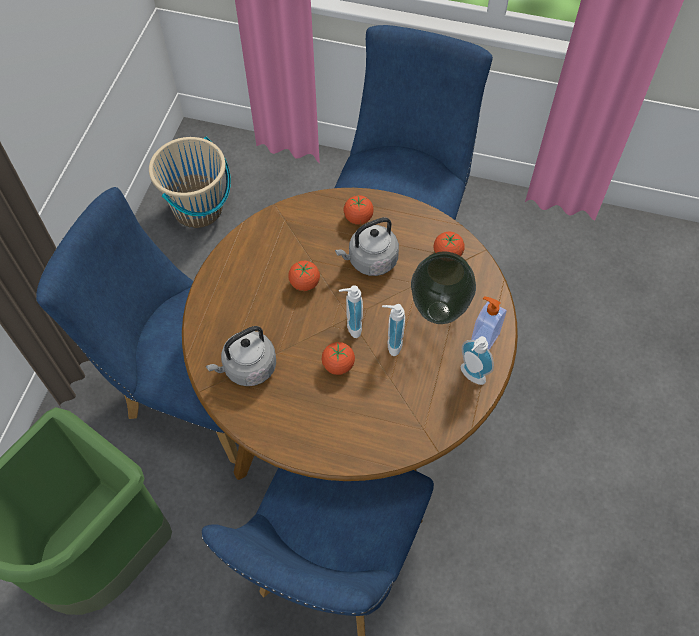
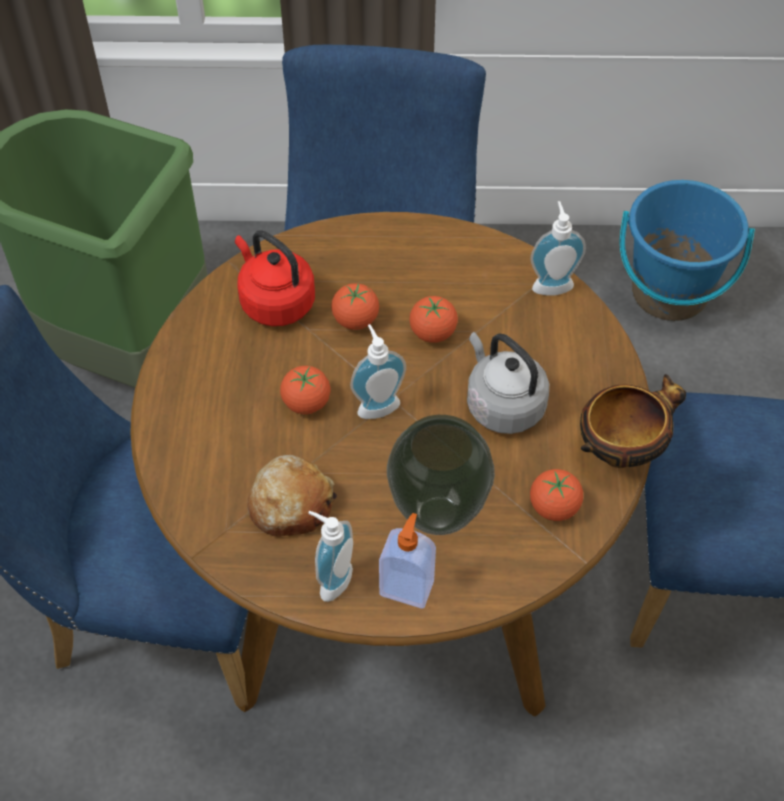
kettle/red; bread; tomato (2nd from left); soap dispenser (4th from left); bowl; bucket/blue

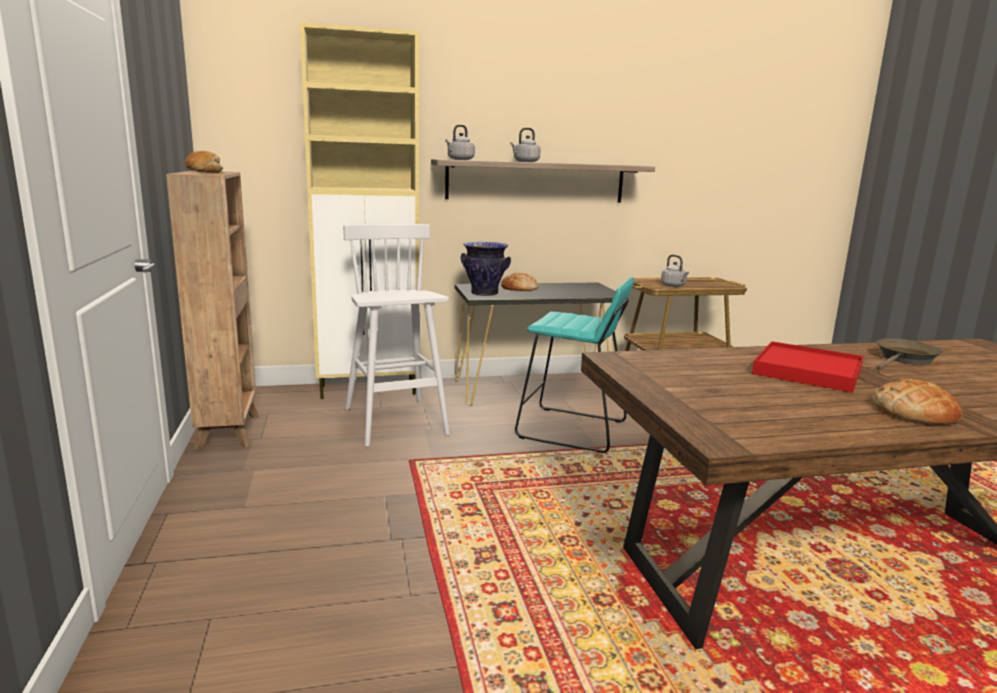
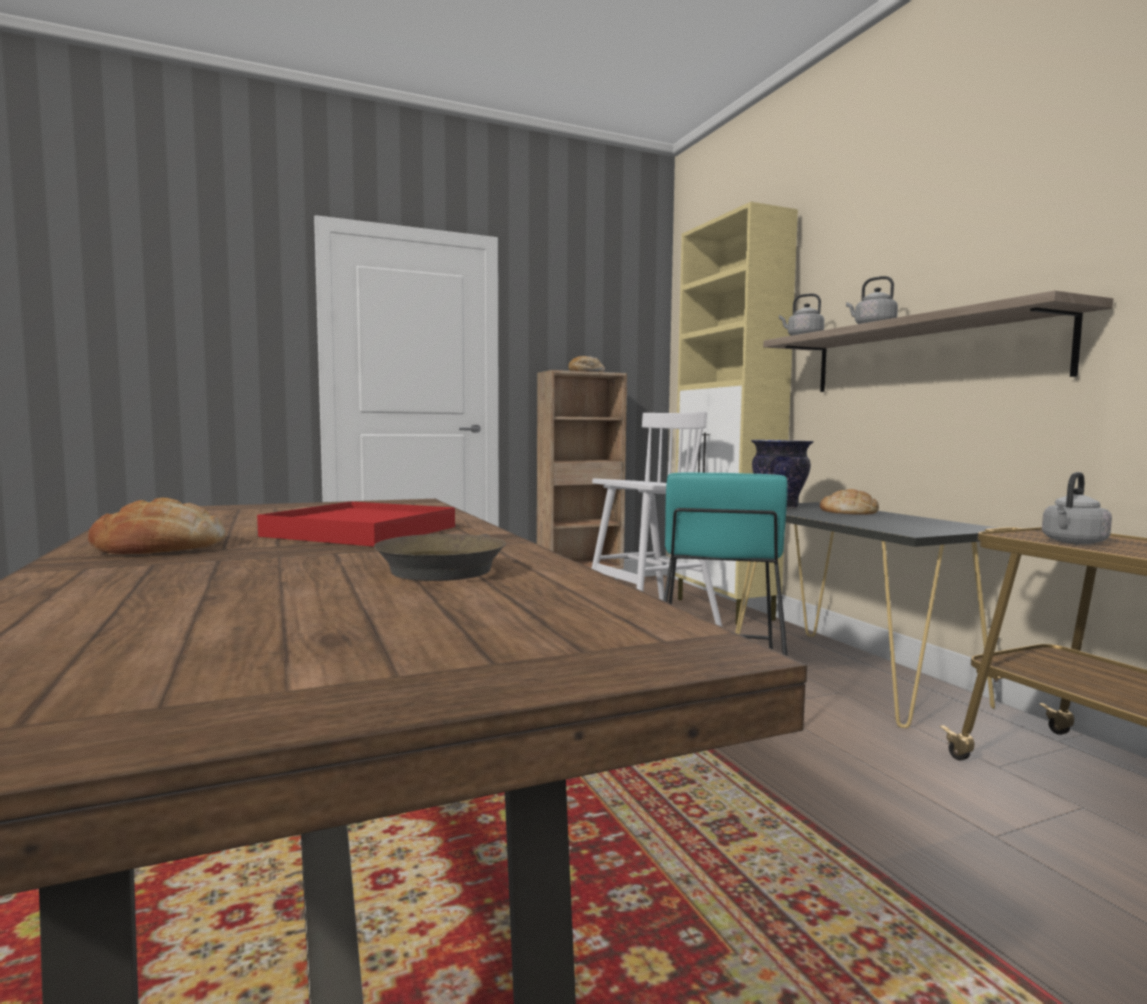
frying pan/brown

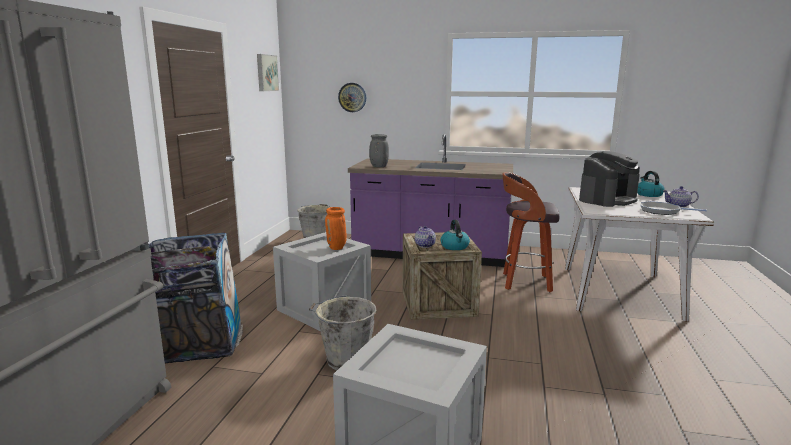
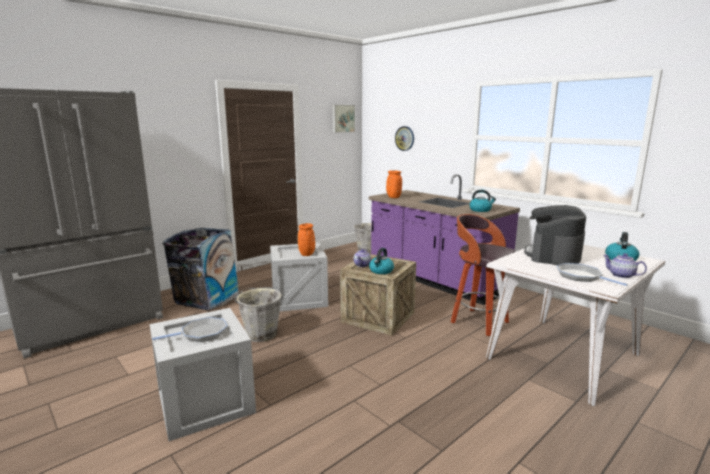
frying pan (1st from left); vase/orange (2nd from left); kettle (2nd from left); coffee machine

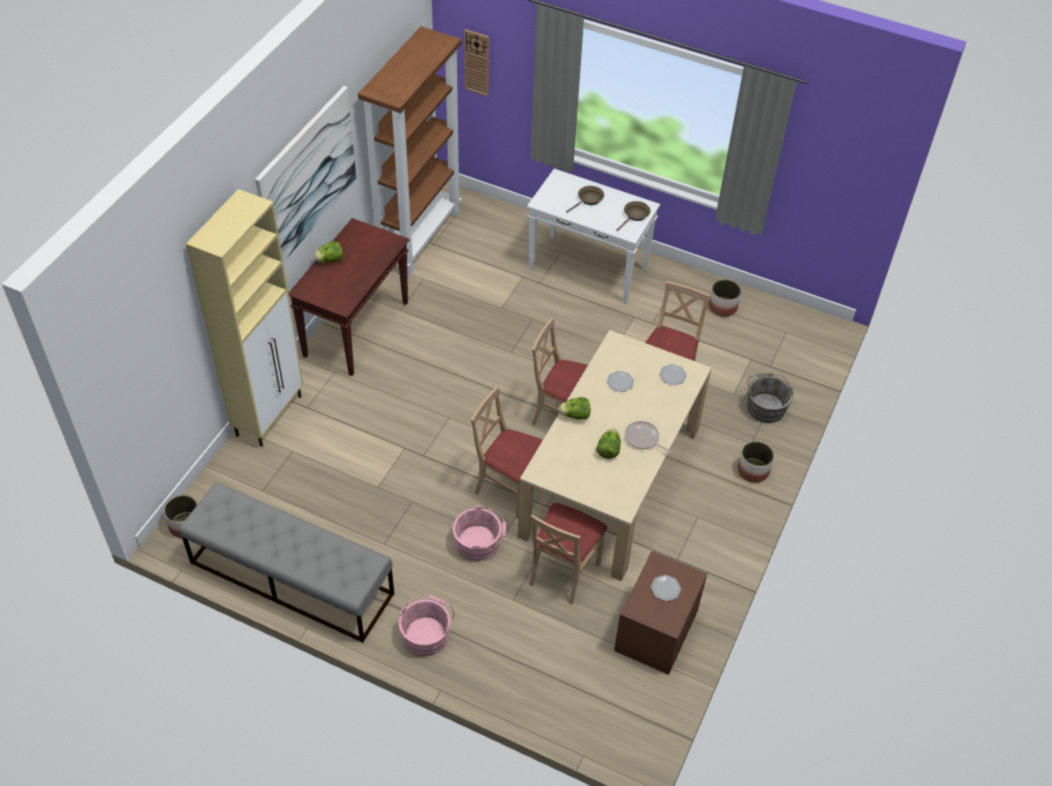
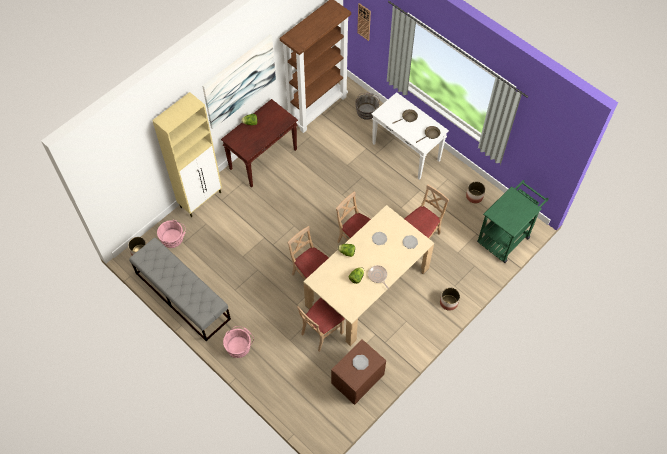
bucket/pink (1st from left); bucket/grey; cart/green

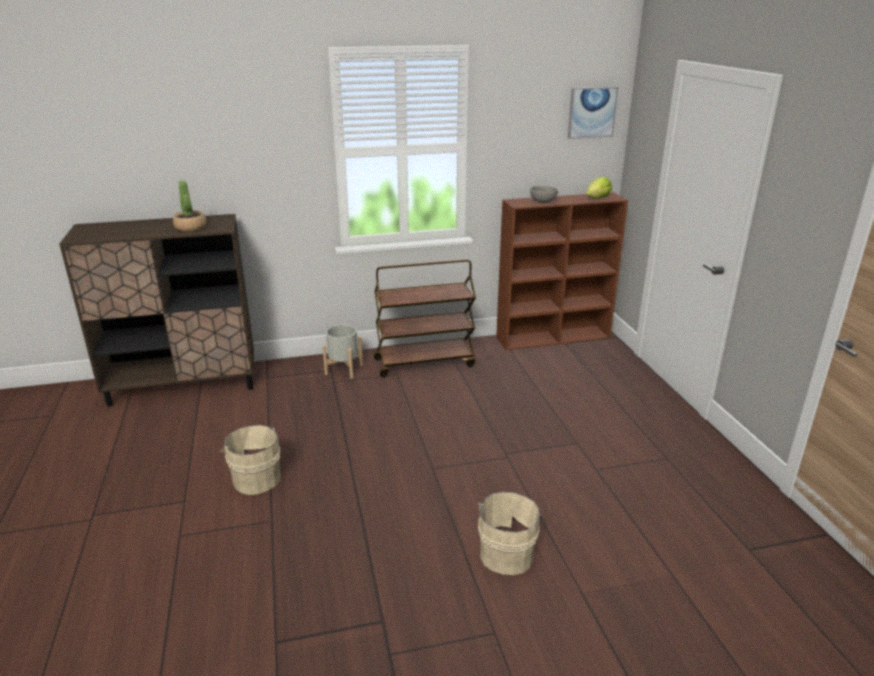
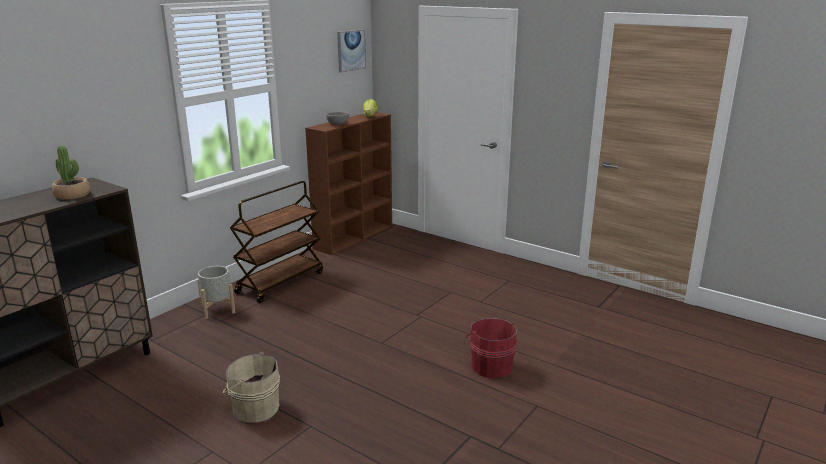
bucket/red

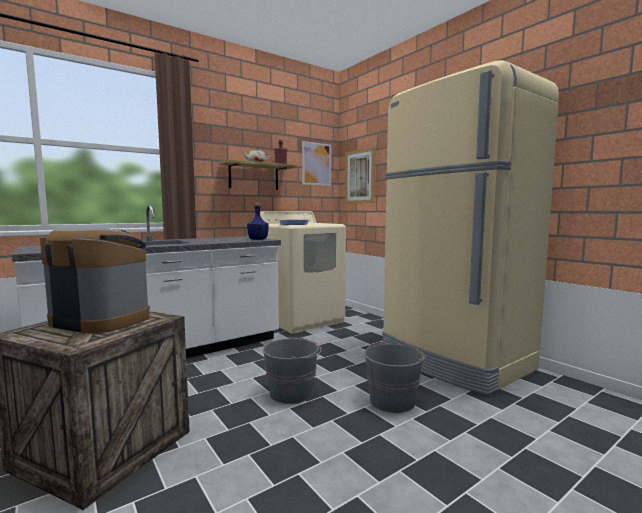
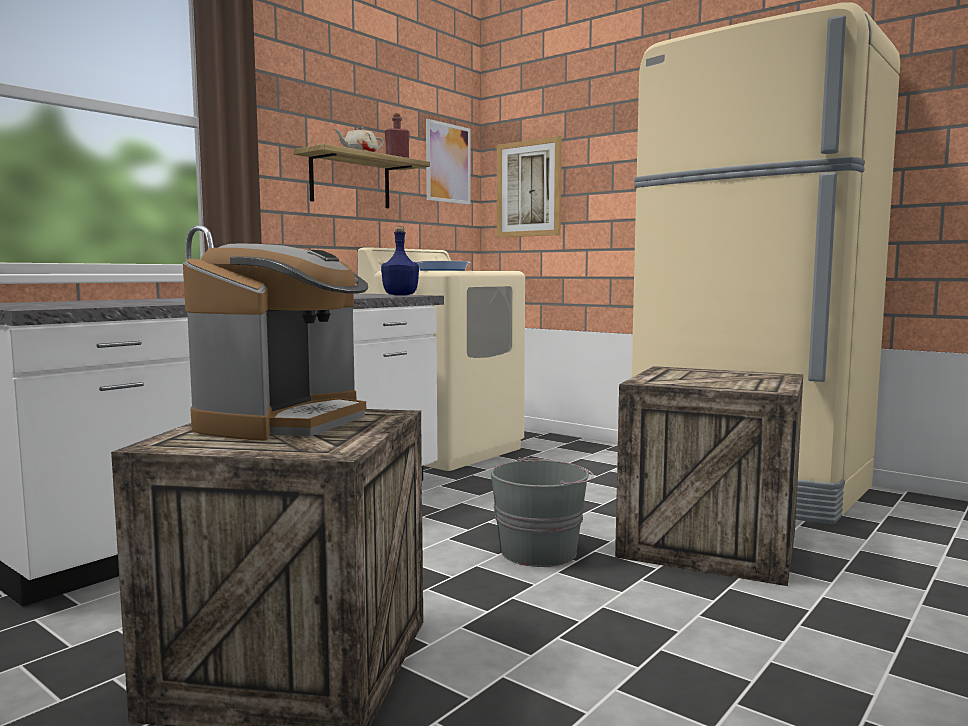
coffee machine; crate (2nd from left)

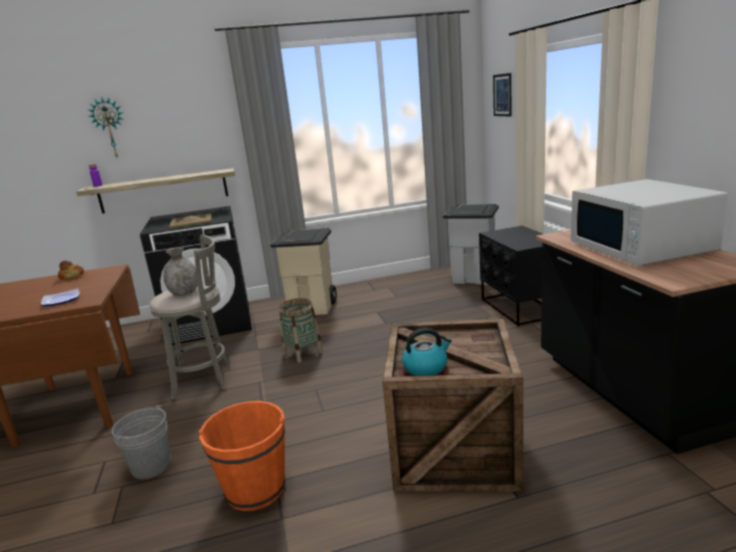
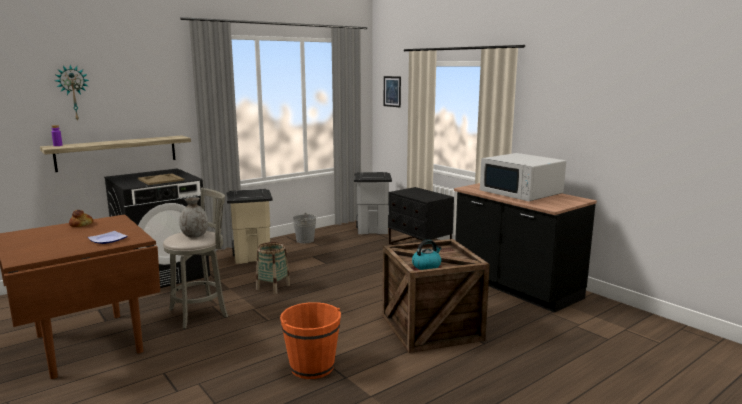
bucket/grey

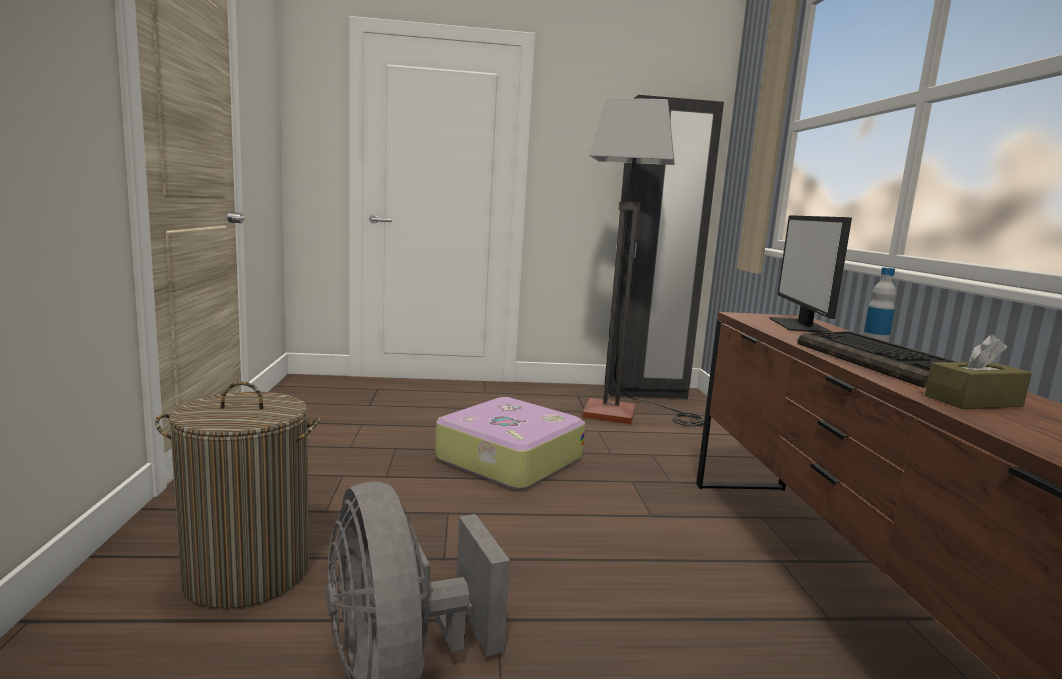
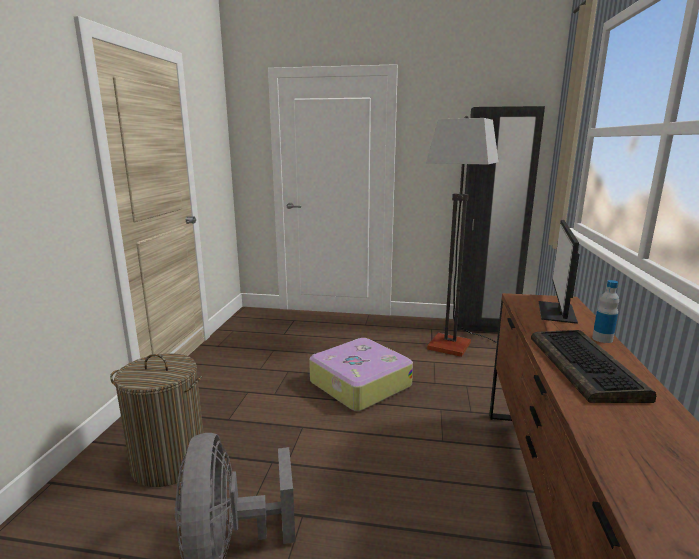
tissue box/brown

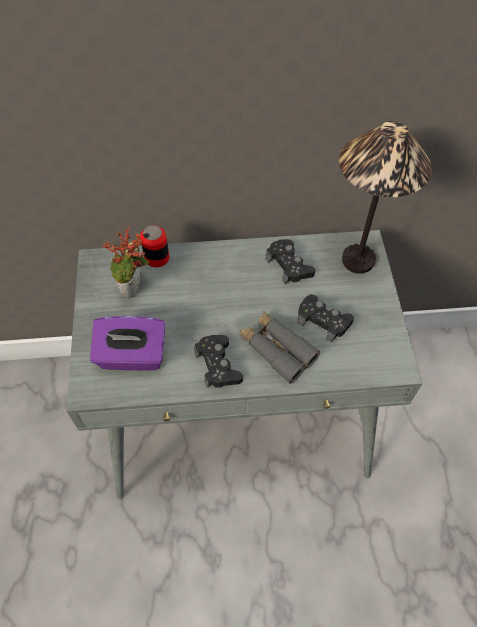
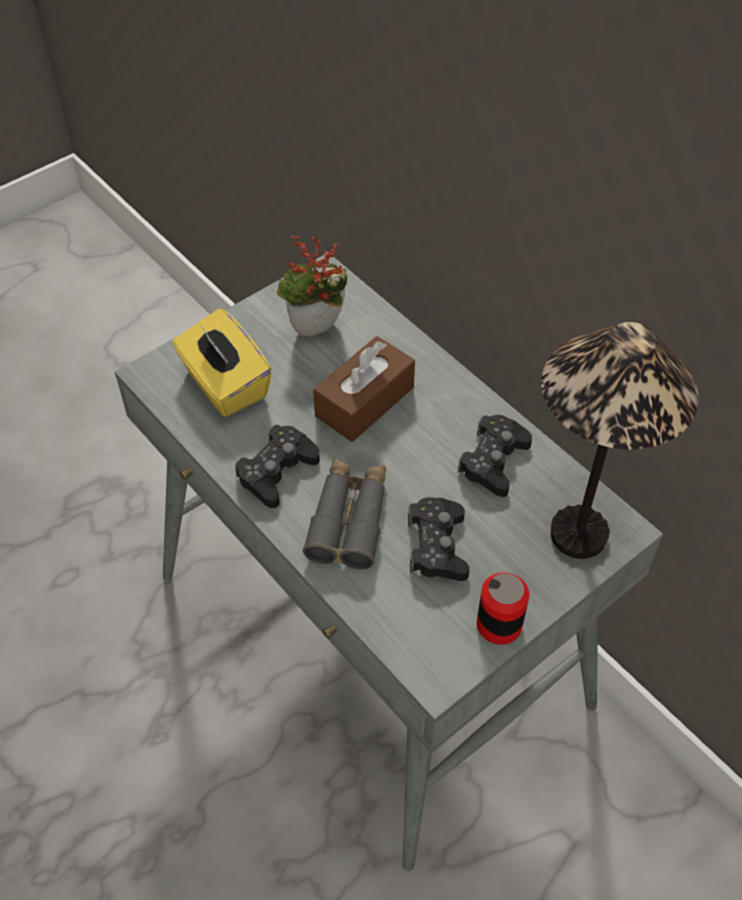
tissue box/yellow; tissue box/brown; can

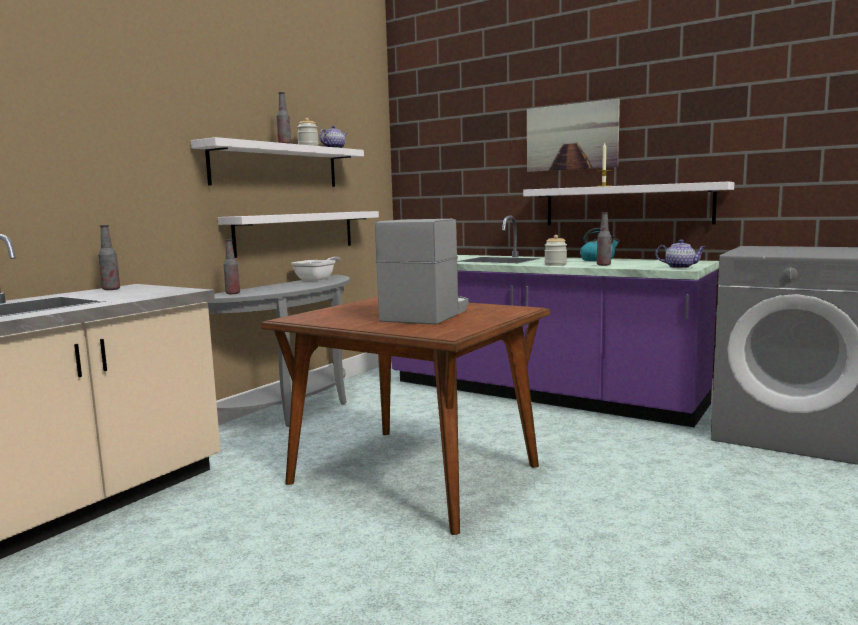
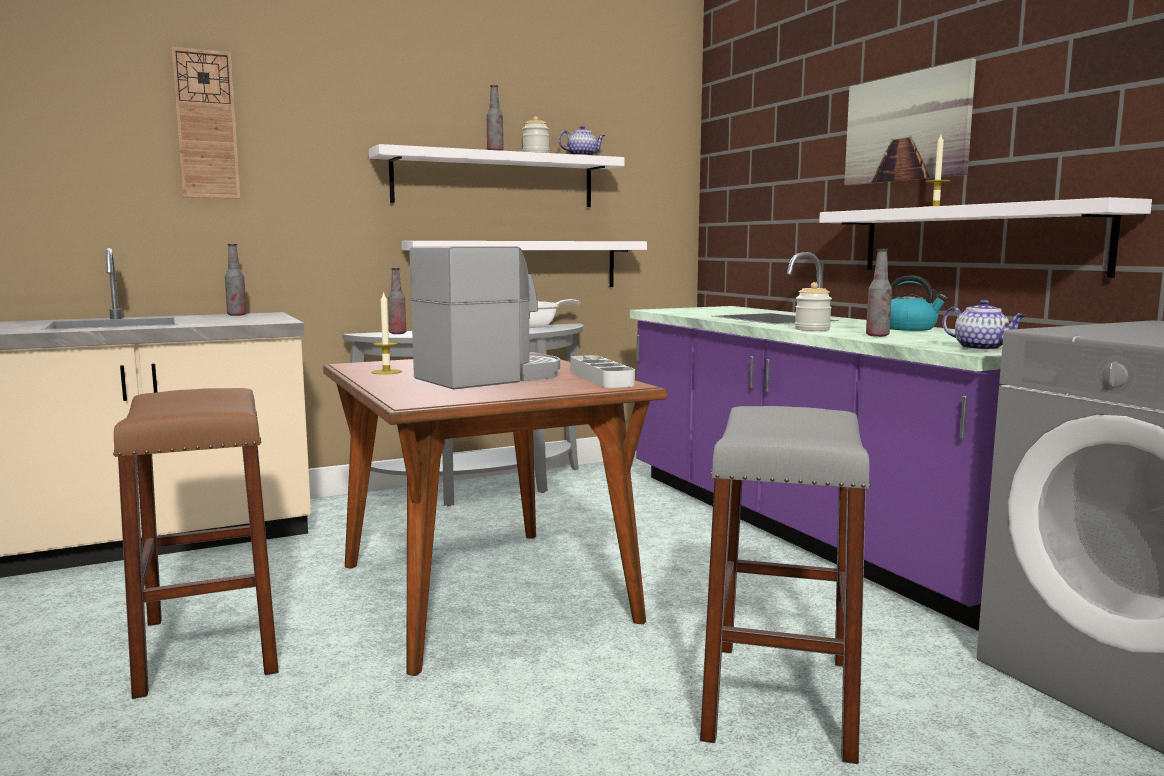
stool/brown; wall clock; candle (1st from left); tray/grey; stool/grey

